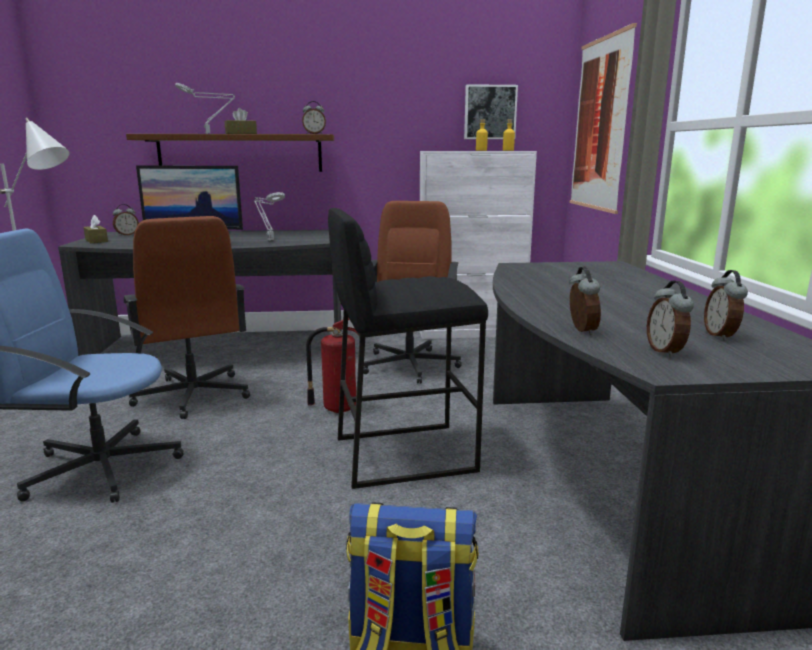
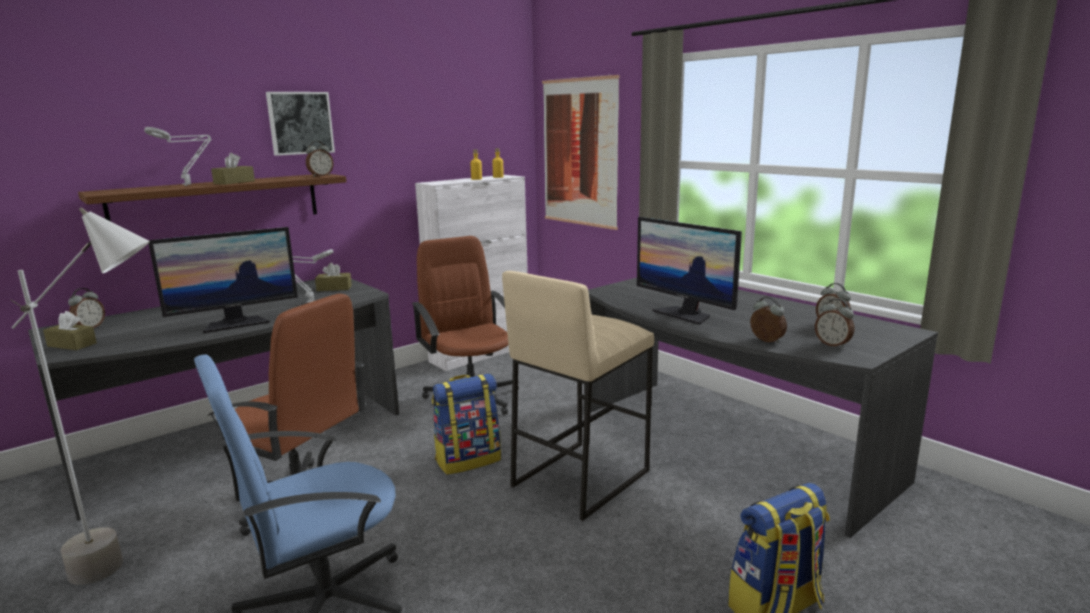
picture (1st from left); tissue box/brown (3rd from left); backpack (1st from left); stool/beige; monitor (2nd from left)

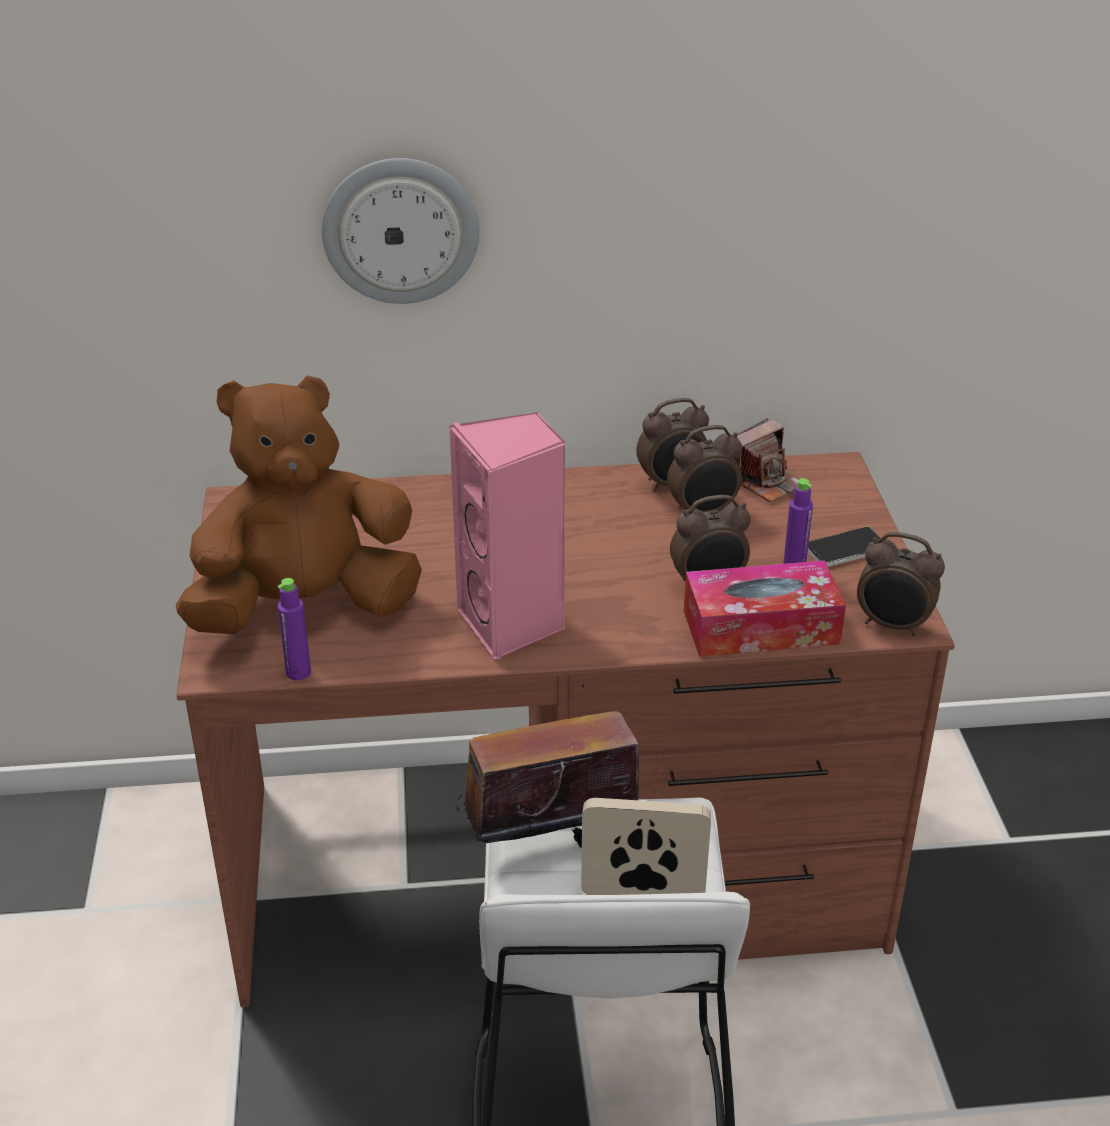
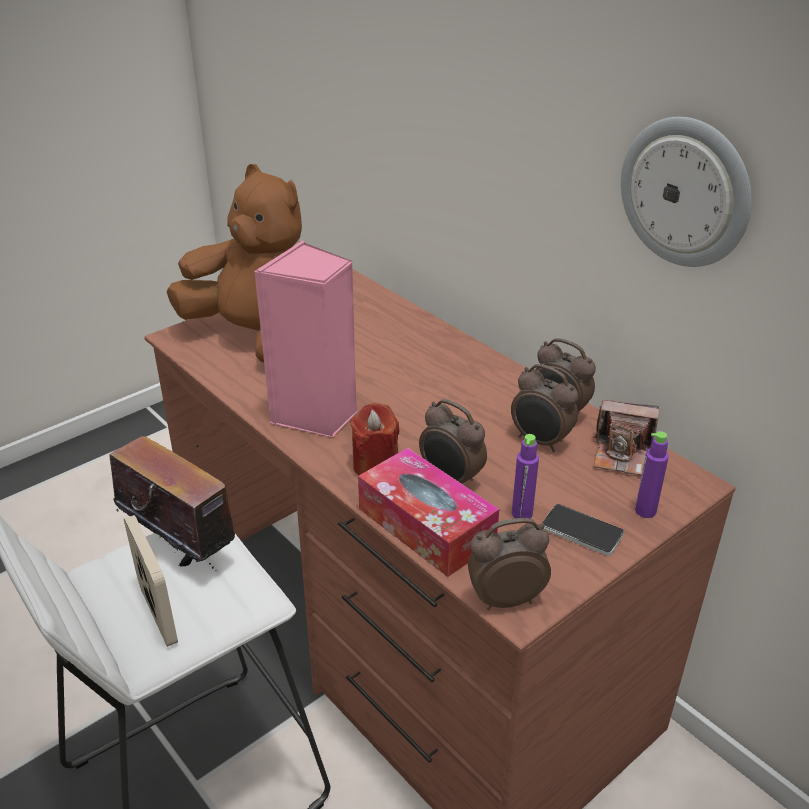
candle/red; alarm clock (2nd from left); wall clock; bottle/purple (2nd from left)

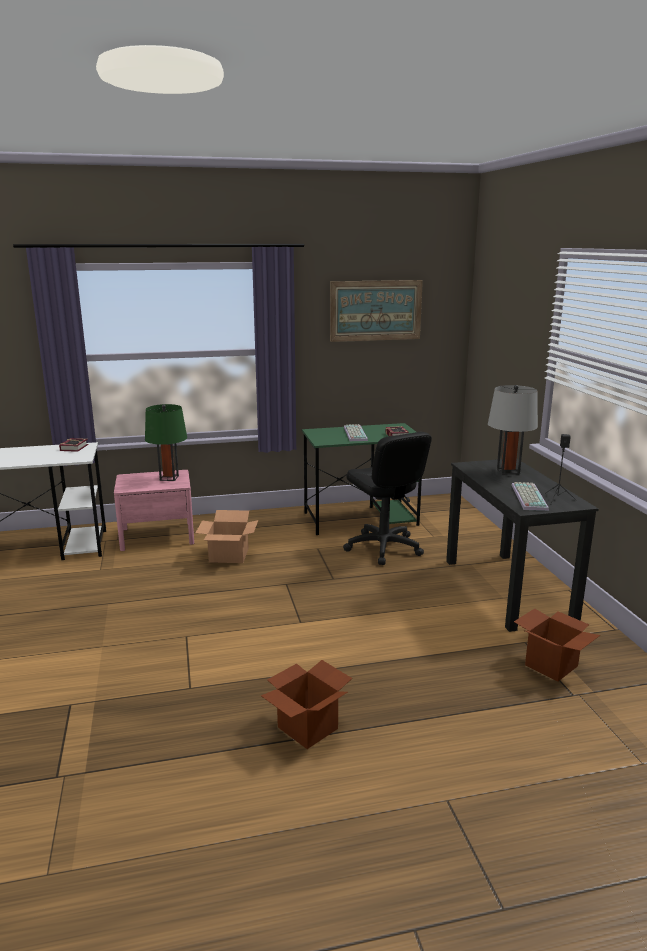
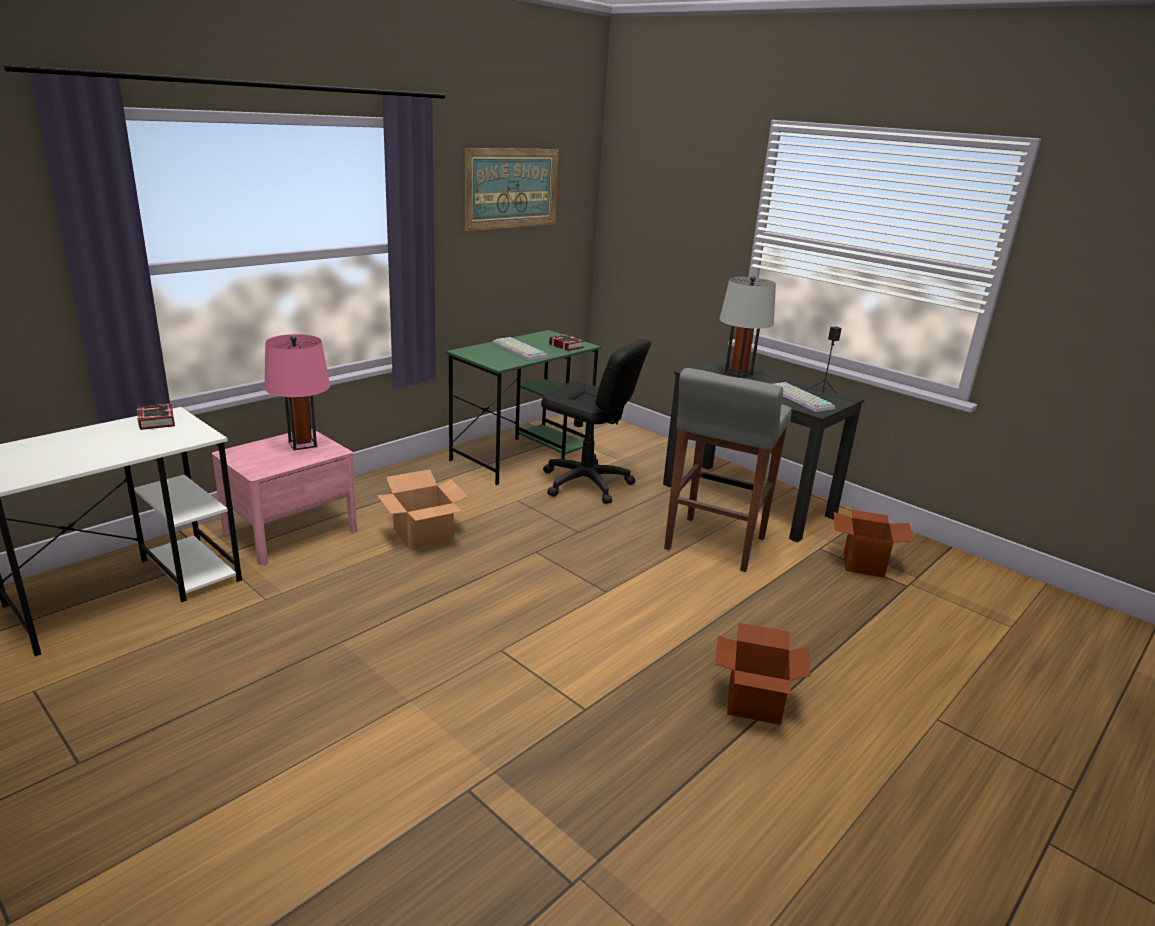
table lamp/pink; stool/grey

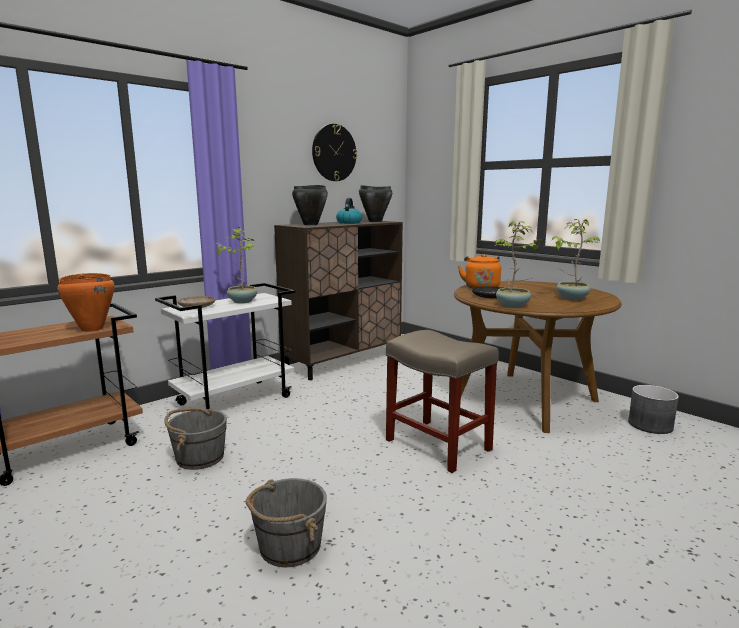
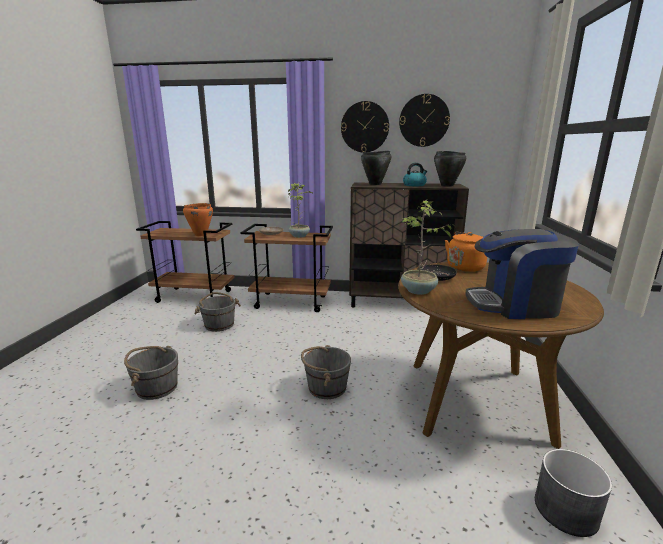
cart/brown (2nd from left); bucket/grey (3rd from left); wall clock (1st from left); coffee machine

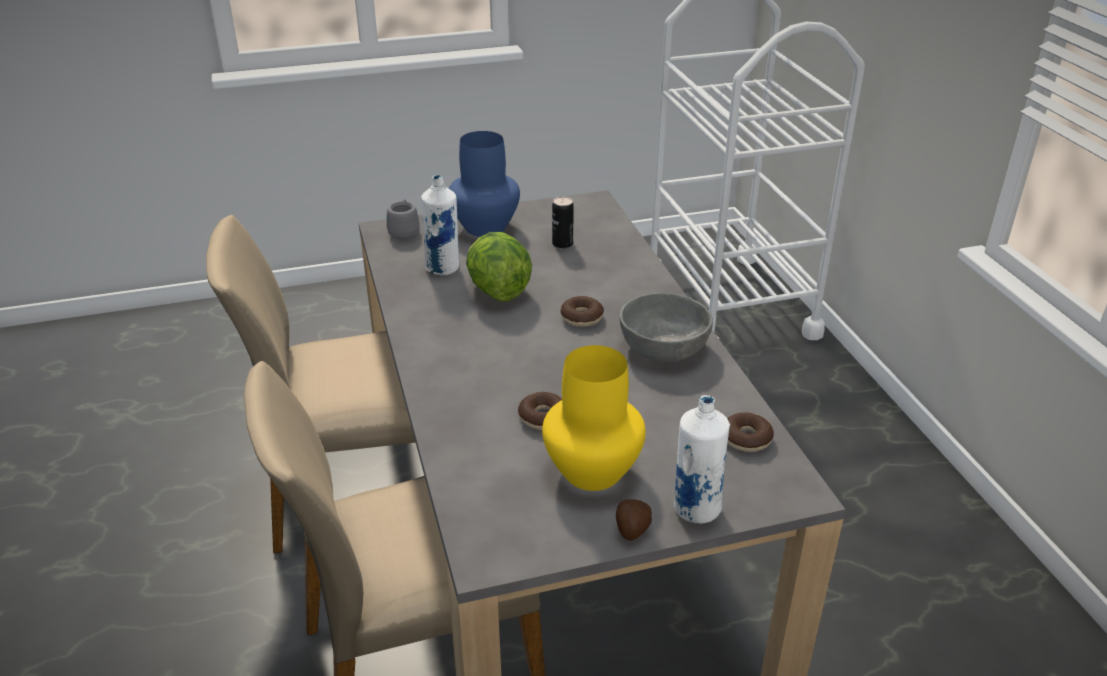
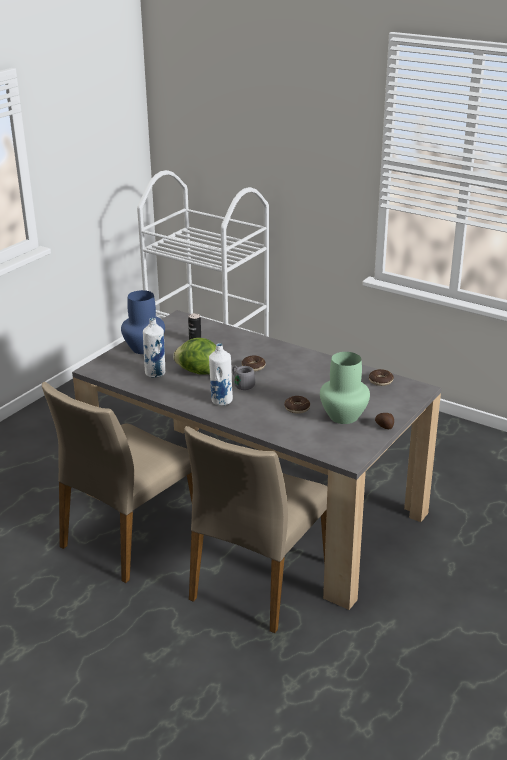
bottle/white (2nd from left); mug/grey; vase/green; bowl/grey

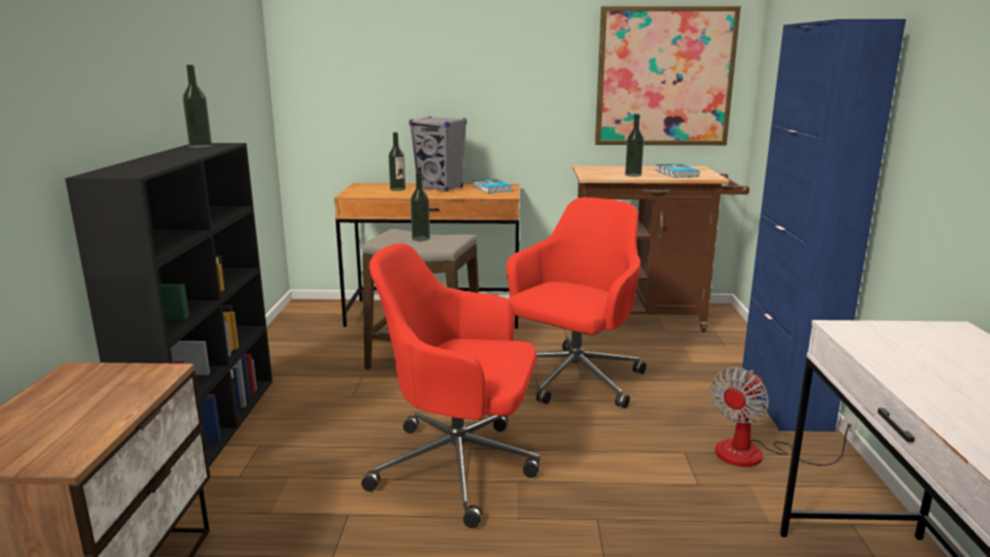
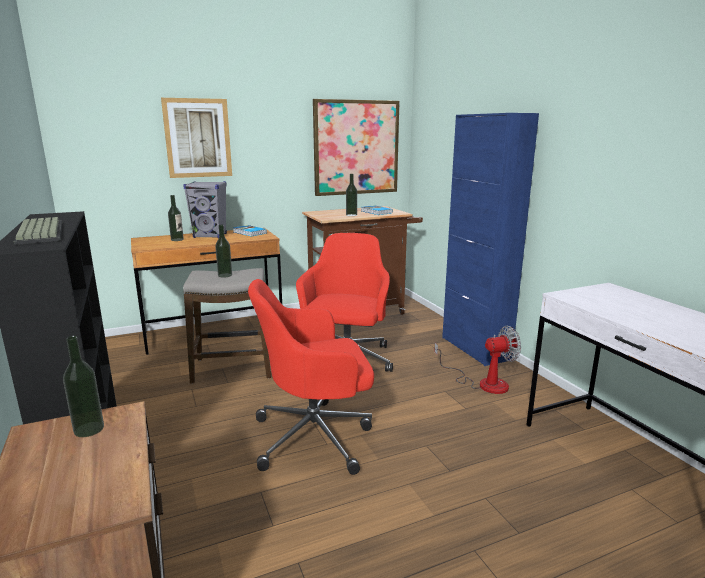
keyboard; bottle (1st from left); picture (1st from left); fan

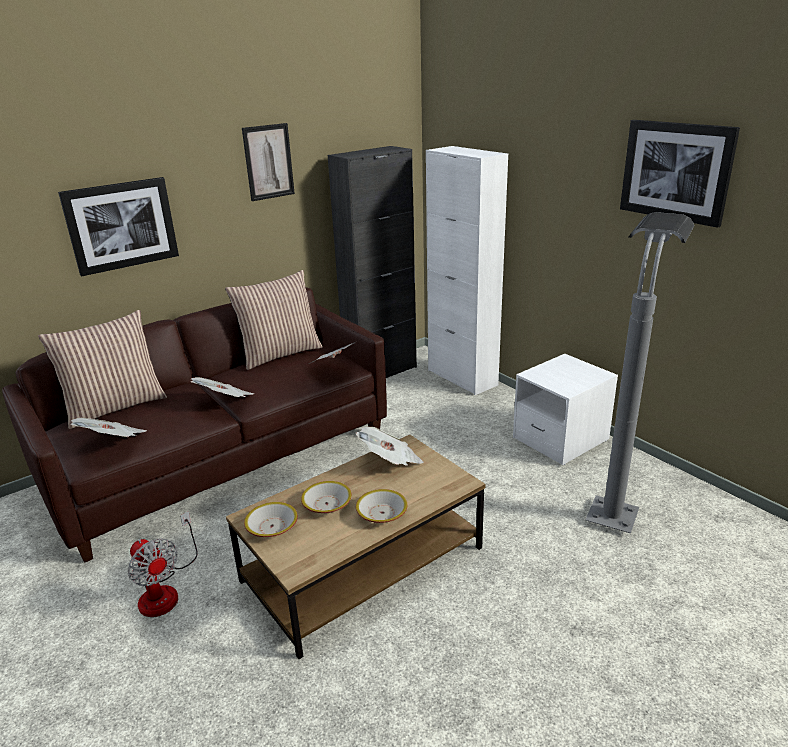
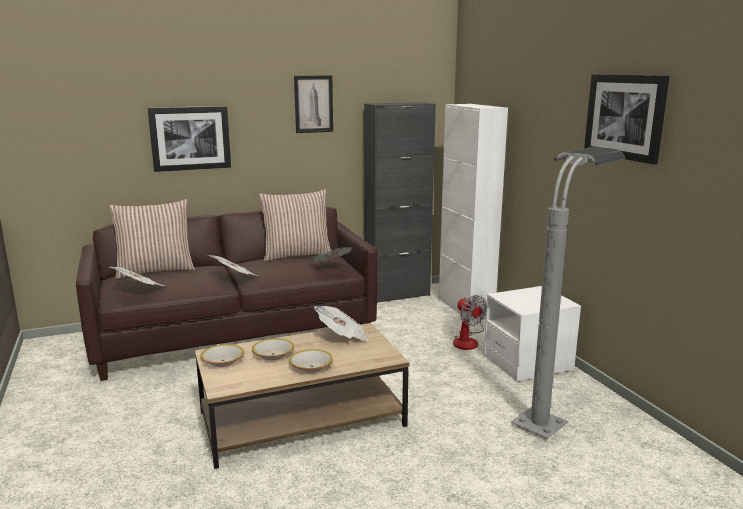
fan

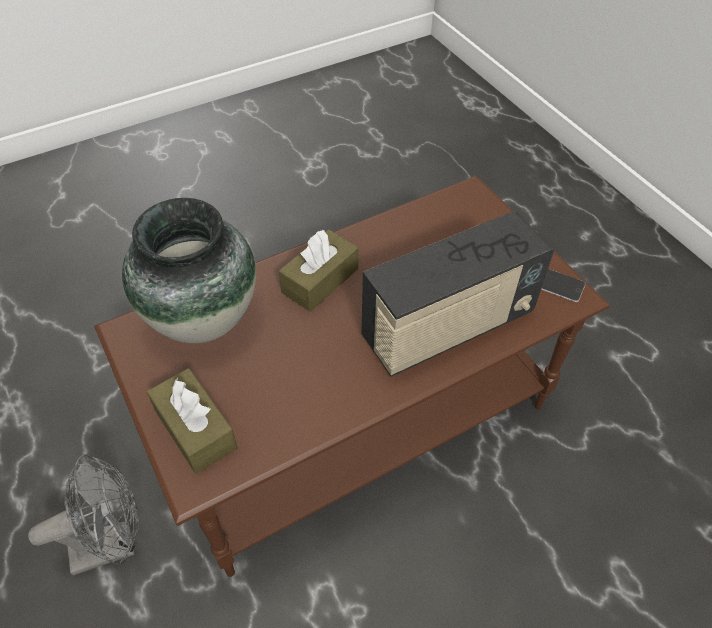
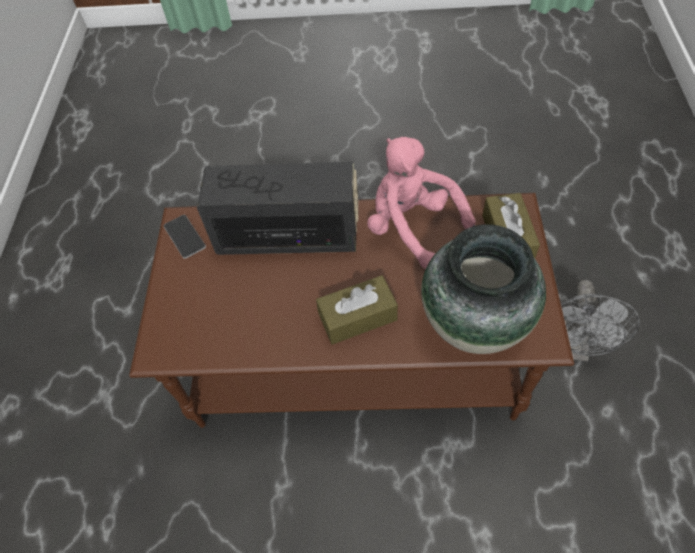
plush toy/pink; fan/grey

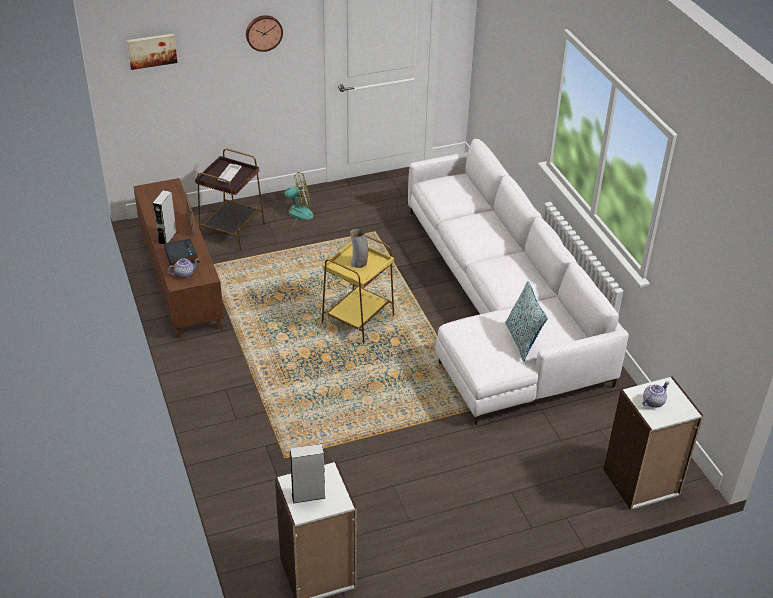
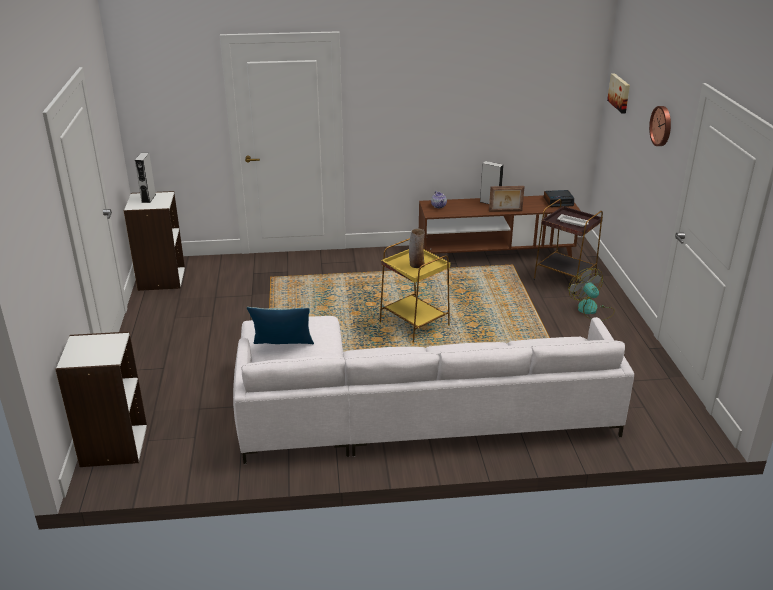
alarm clock; fan; teapot (2nd from left in the first image)

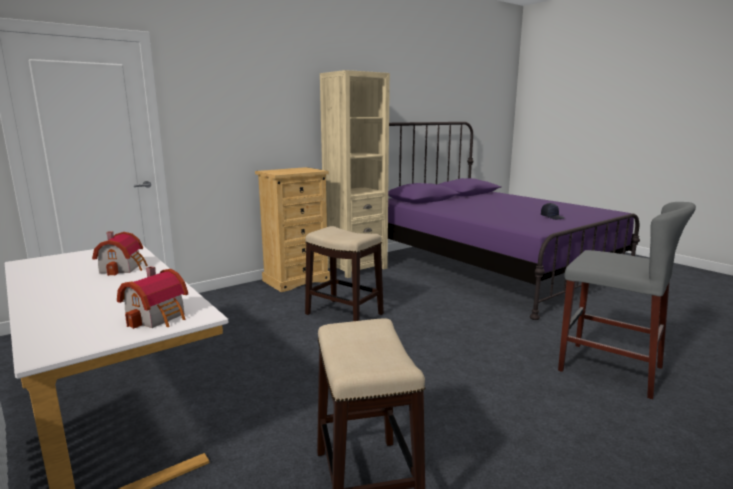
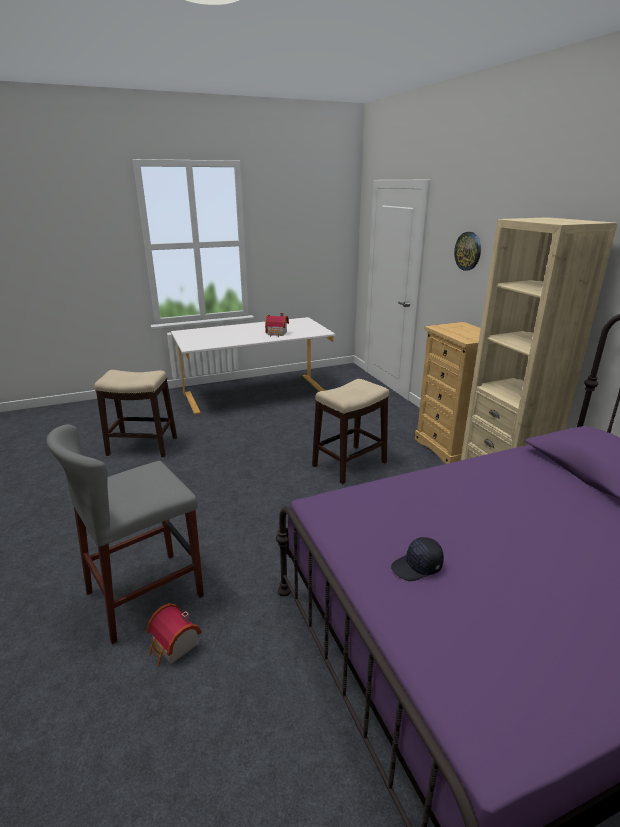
toy house (1st from left); wall clock

